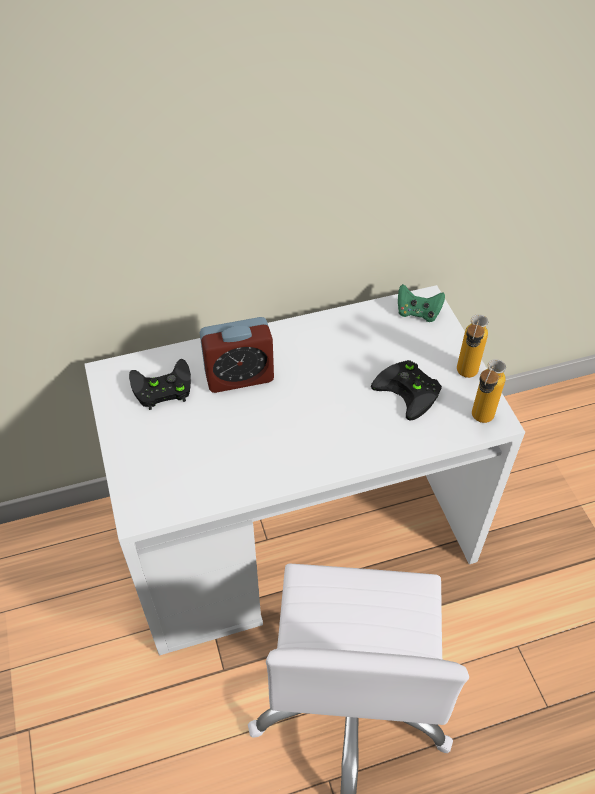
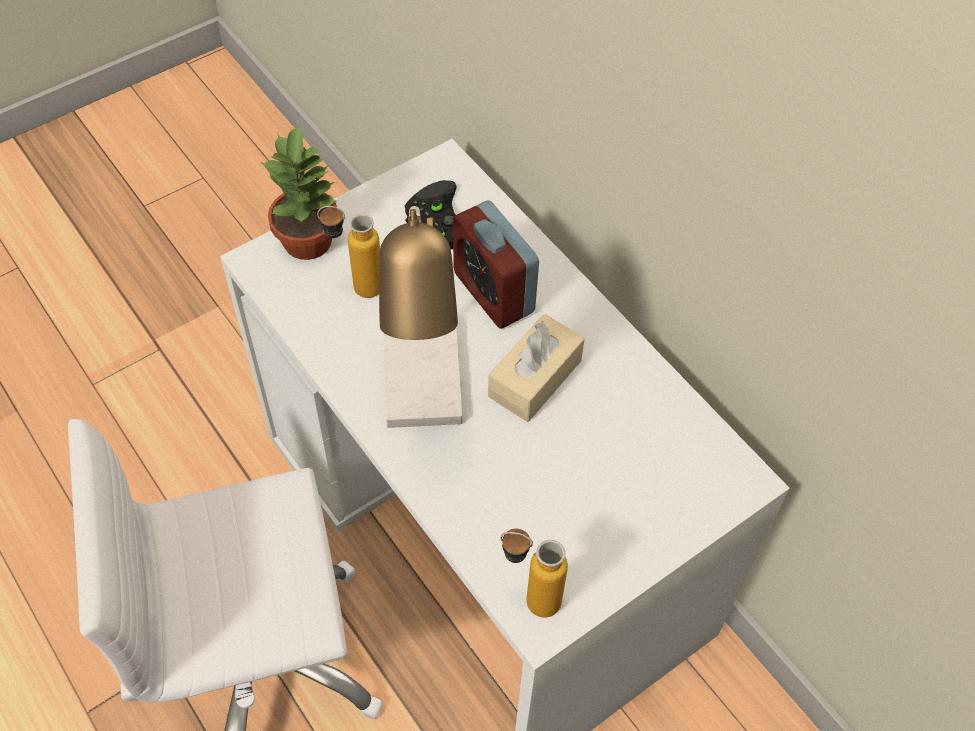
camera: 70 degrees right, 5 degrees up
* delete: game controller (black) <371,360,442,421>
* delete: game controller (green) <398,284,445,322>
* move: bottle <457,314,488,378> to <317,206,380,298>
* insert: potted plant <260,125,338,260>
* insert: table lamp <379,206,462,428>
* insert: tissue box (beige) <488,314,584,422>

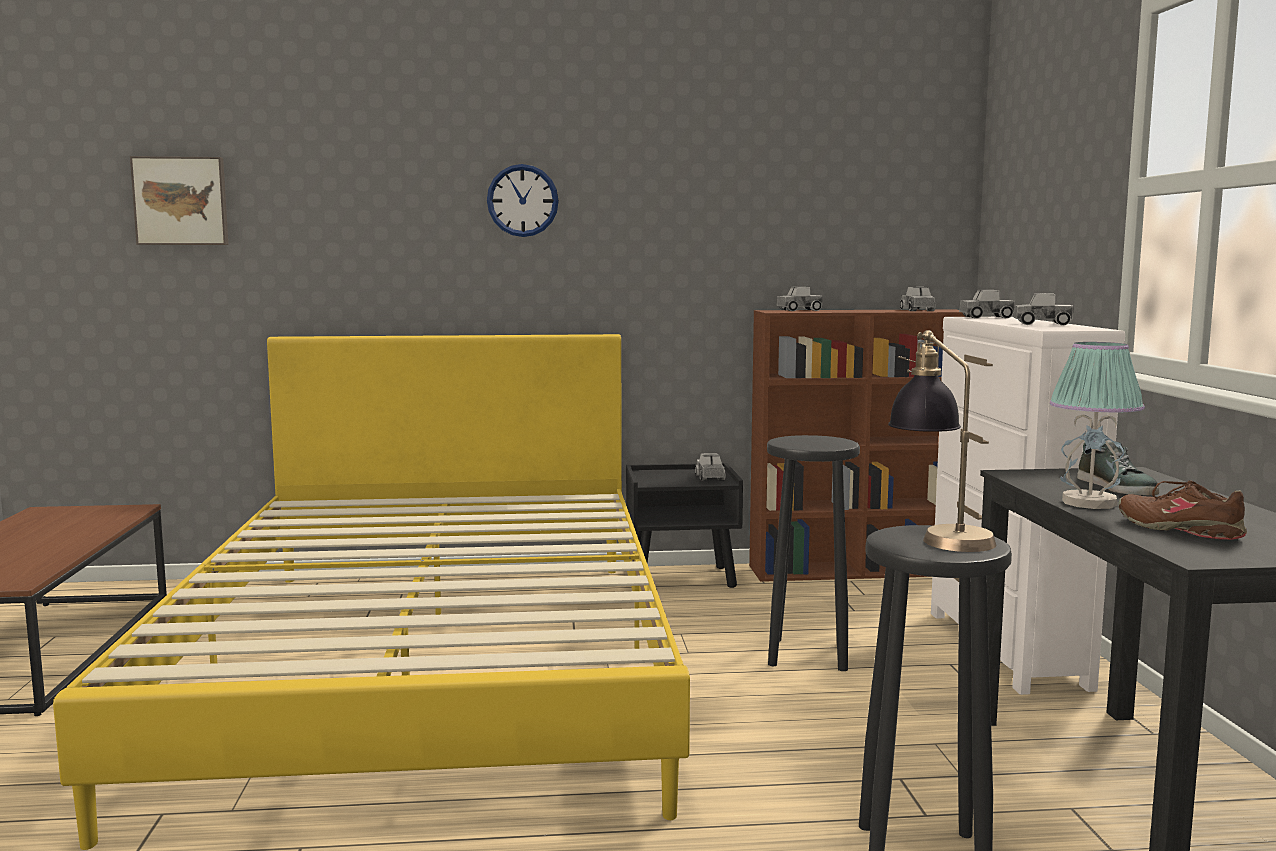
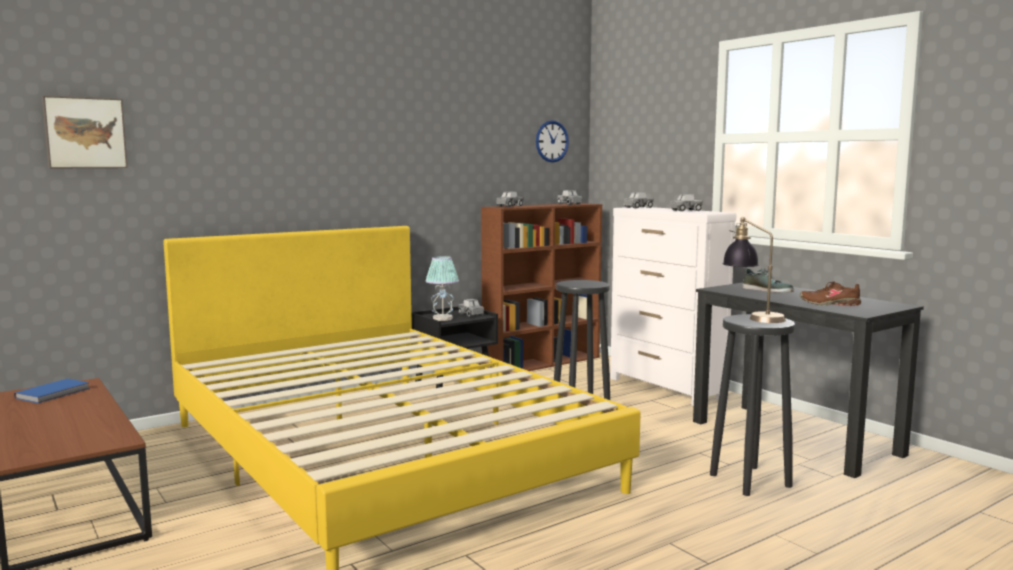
camera: 30 degrees left, 0 degrees up
* move: wall clock <487,164,559,237> to <536,120,569,162>
* move: table lamp <1049,342,1145,509> to <426,256,459,321>
* insert: book (blue) <14,379,90,404>

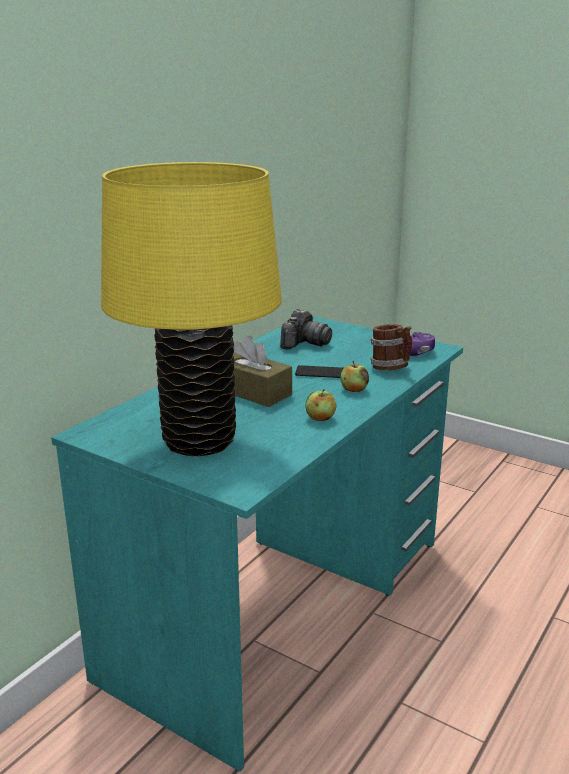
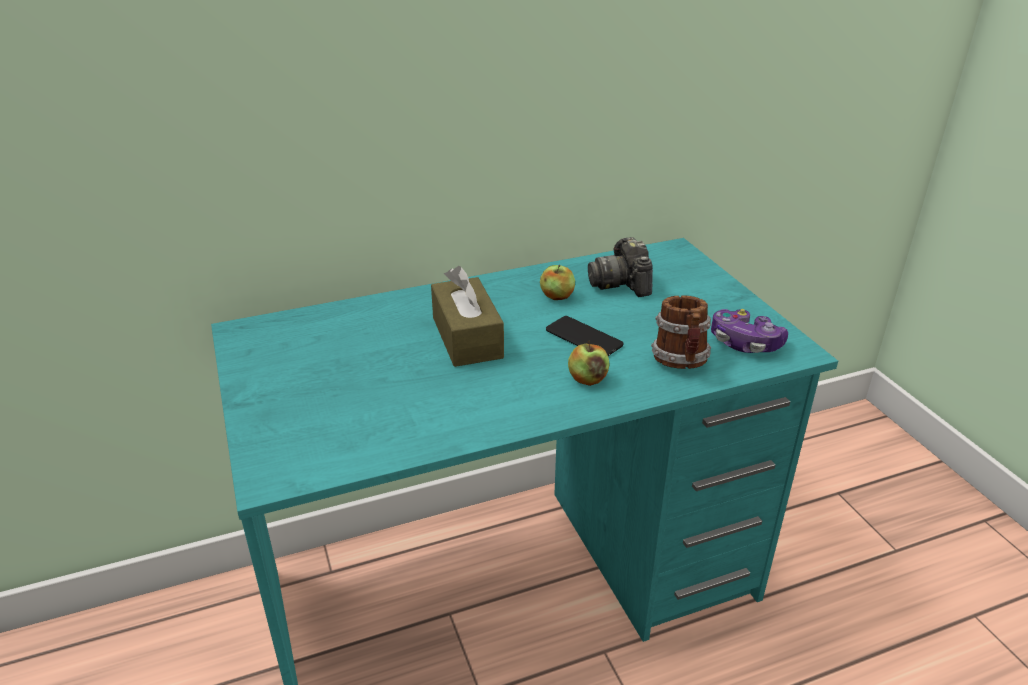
camera: 35 degrees right, 10 degrees up
* delete: table lamp (yellow) <101,162,282,457>
* rotate: photo camera <280,309,332,349> = <588,237,653,297> 105 degrees clockwise
* move: apple <306,389,336,421> to <540,265,575,300>

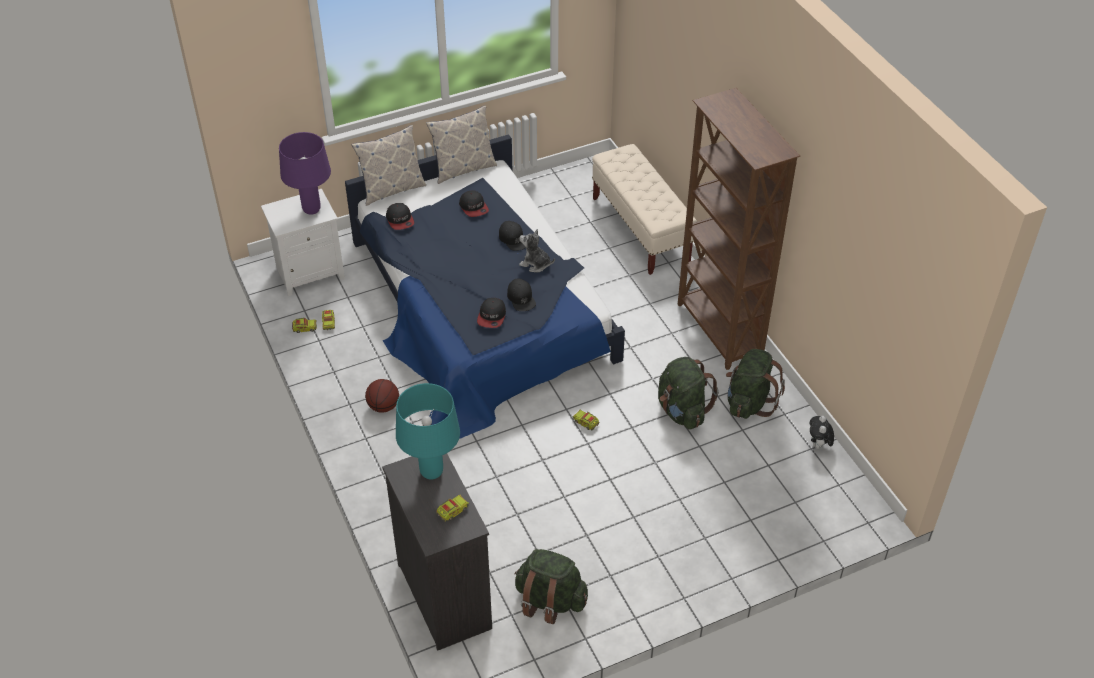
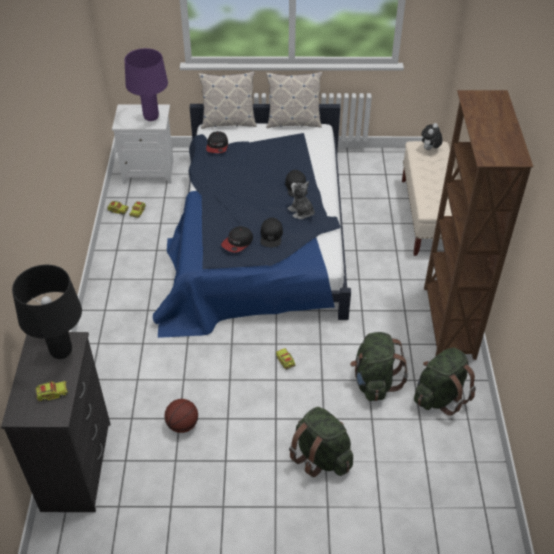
camera: 25 degrees right, 0 degrees up
* move: basketball <365,379,399,413> to <165,399,198,433>
* recolor: table lamp (turquoise) <396,383,460,480> to table lamp (black) <12,265,82,359>
* delete: cap <459,190,489,217>
* move: backpack (green) <515,549,588,624> to <289,407,353,477>
* move: plush toy <810,416,834,450> to <422,123,443,150>

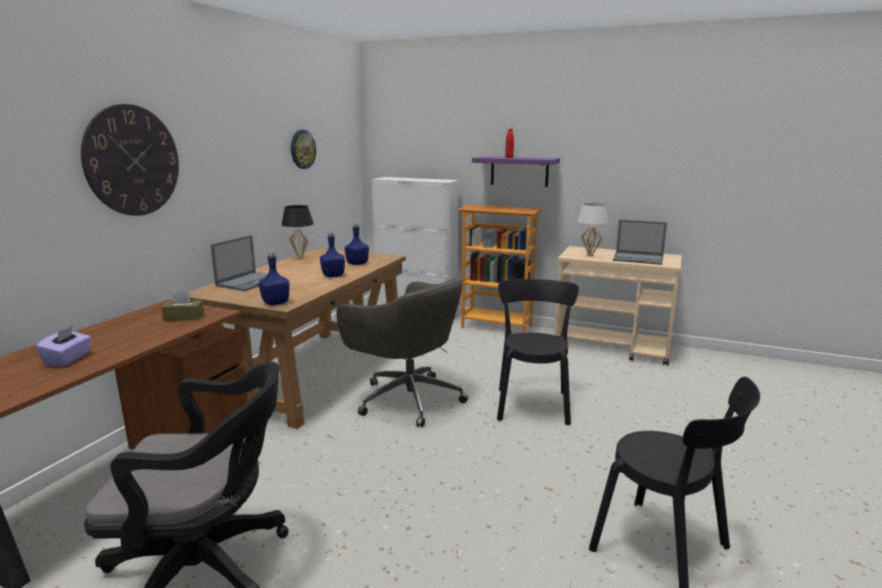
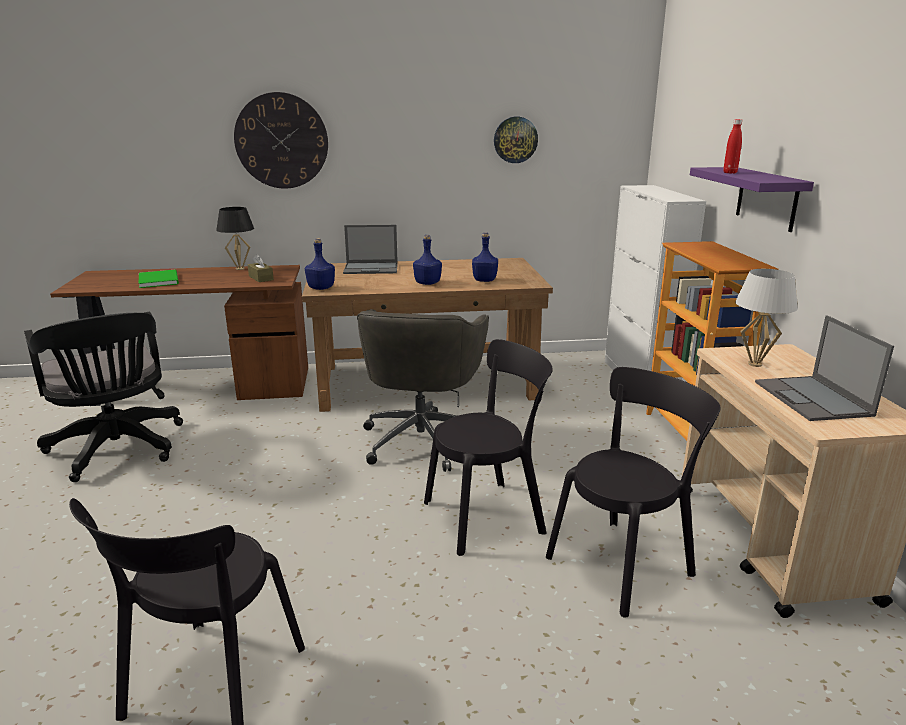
camera: 60 degrees right, 5 degrees up
* replace: tissue box (purple) <35,326,91,366> to book (green) <139,269,179,288>
* move: table lamp (black) <282,205,314,259> to <216,207,254,270>
* insert: chair (black) <546,367,721,618>

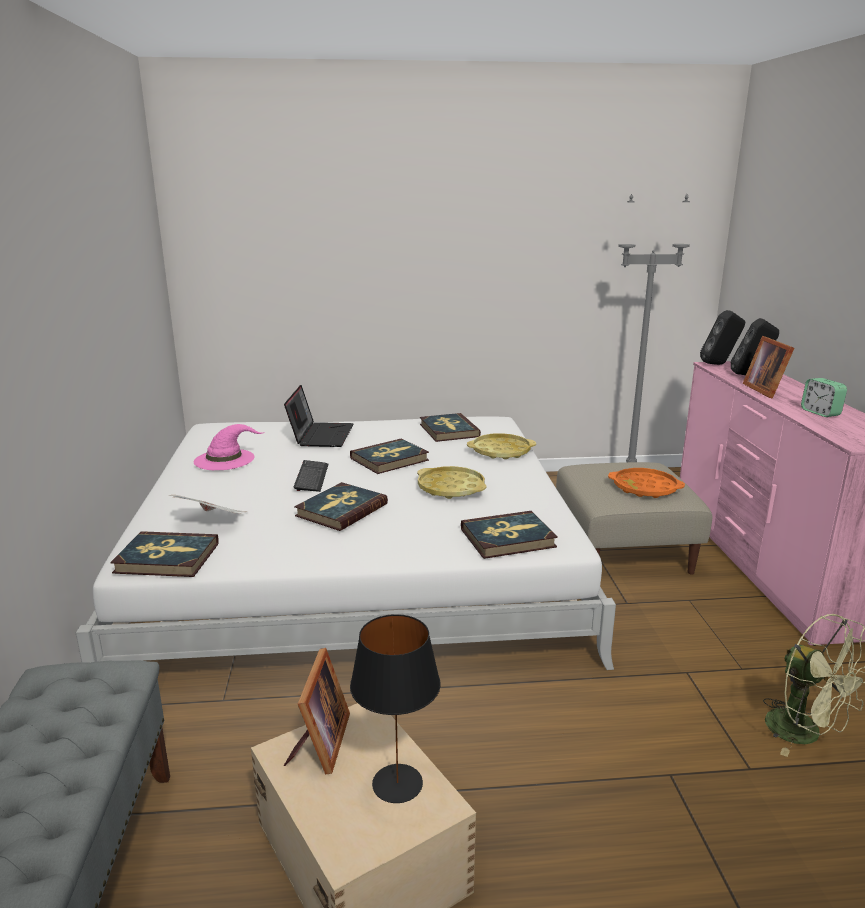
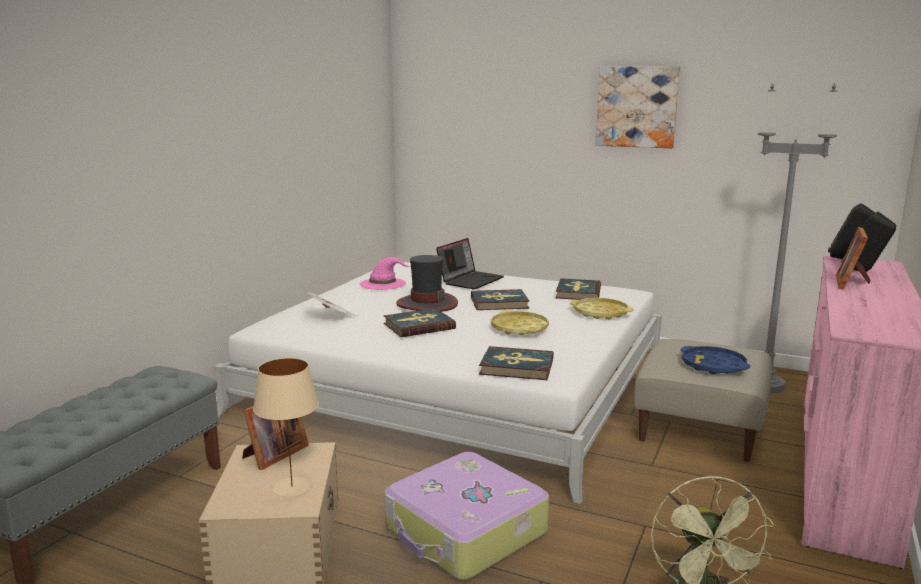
camera: 30 degrees right, 5 degrees down
* delete: book <110,531,219,577>
* replace: keyboard <294,460,328,492> to hat <396,255,458,312>
* recolor: table lamp (black) <350,614,441,803> to table lamp (beige) <253,358,319,497>
* recolor: tray (orange) <608,468,685,498> to tray (blue) <681,346,750,375>
* delete: alarm clock <801,378,847,417>
* insert: suitcase <384,452,549,580>
* insert: picture <596,66,680,148>

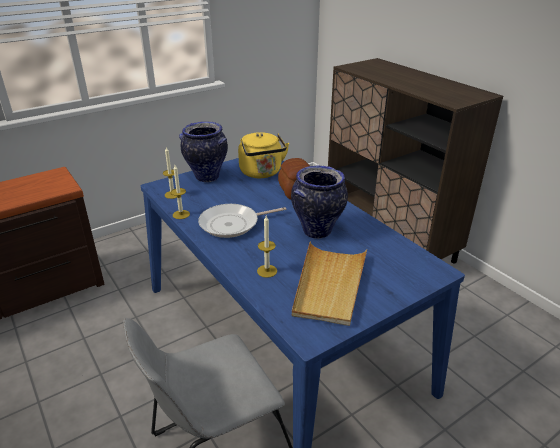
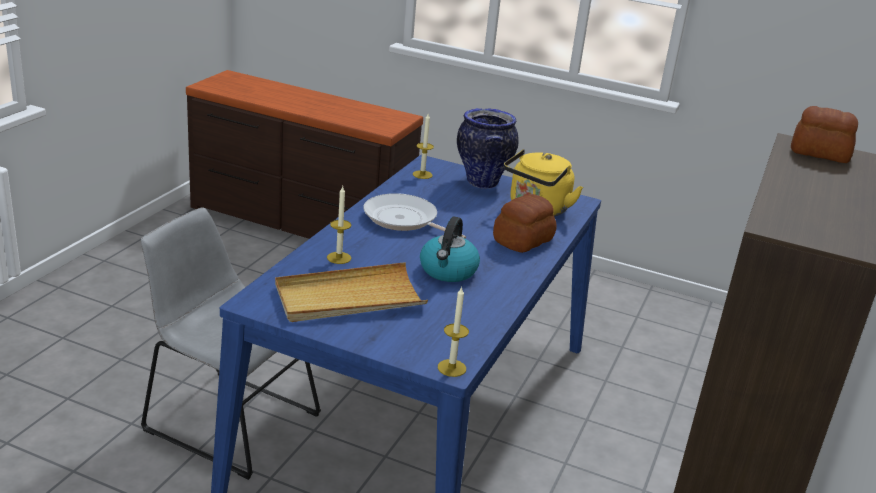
camera: 55 degrees right, 5 degrees down
* move: candle <171,165,190,219> to <438,287,469,377>
* replace: vase <291,165,348,239> to kettle <420,216,480,282>
* insert: bread <791,106,858,163>

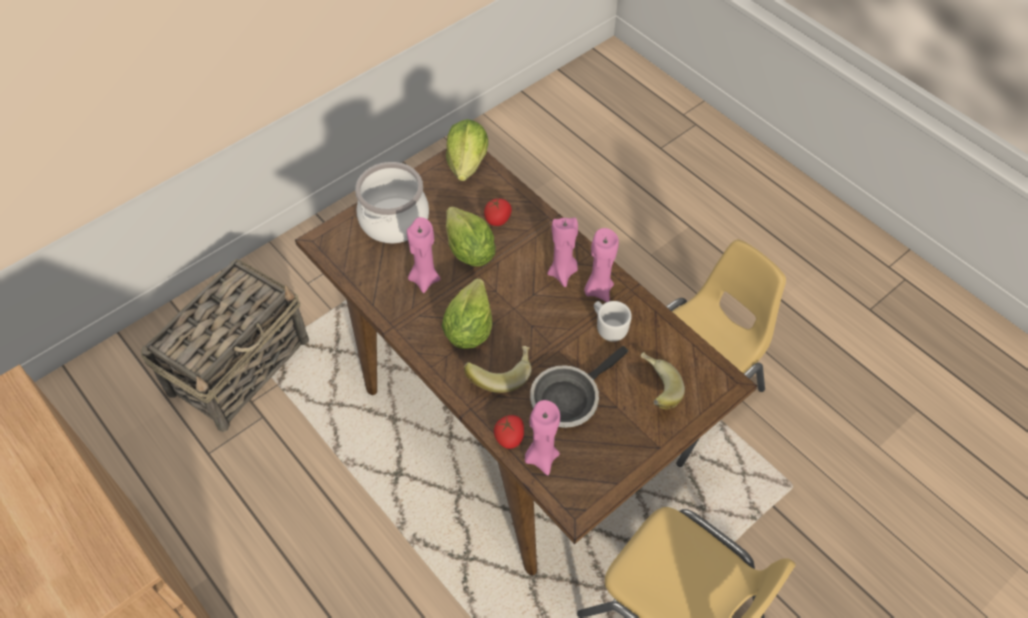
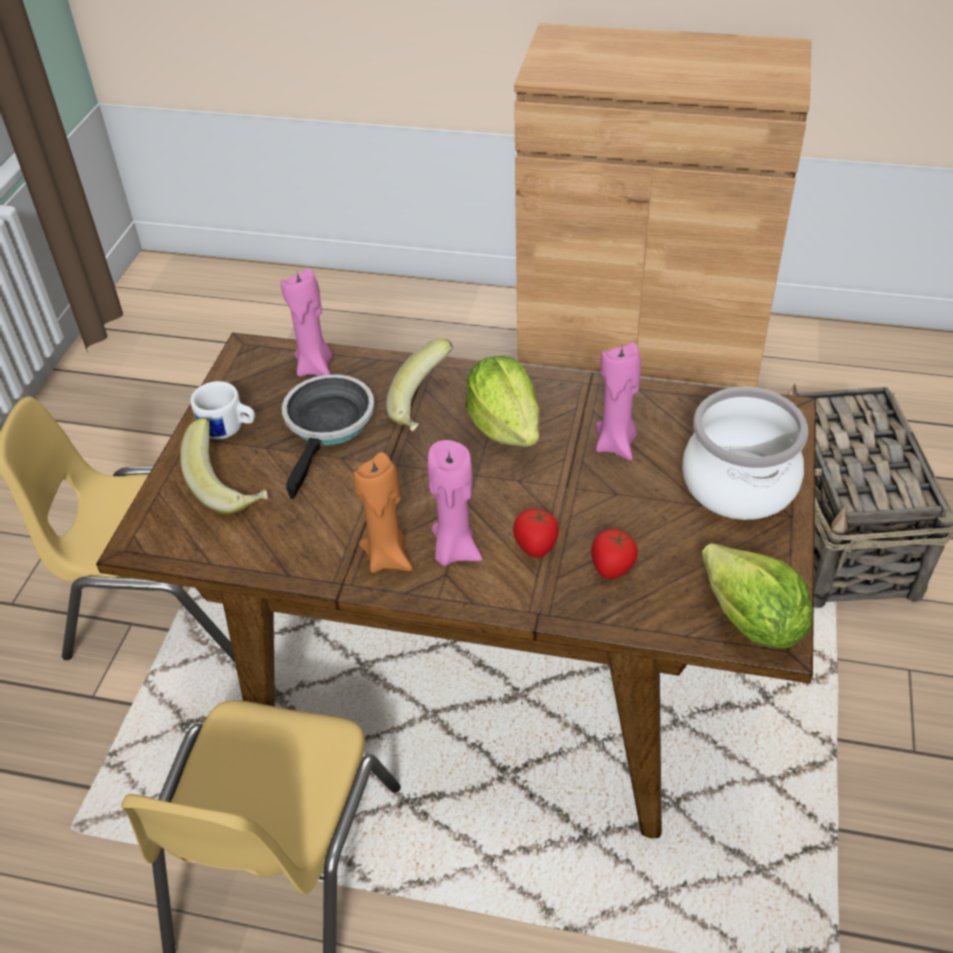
camera: 145 degrees right, 10 degrees down
* delete: lettuce <446,206,496,267>
* move: tomato <494,415,524,449> to <513,508,559,558>
* recolor: candle (pink) <584,228,619,302> to candle (orange) <353,452,413,573>
* move: mug (white) <594,301,632,342> to <190,381,255,439>

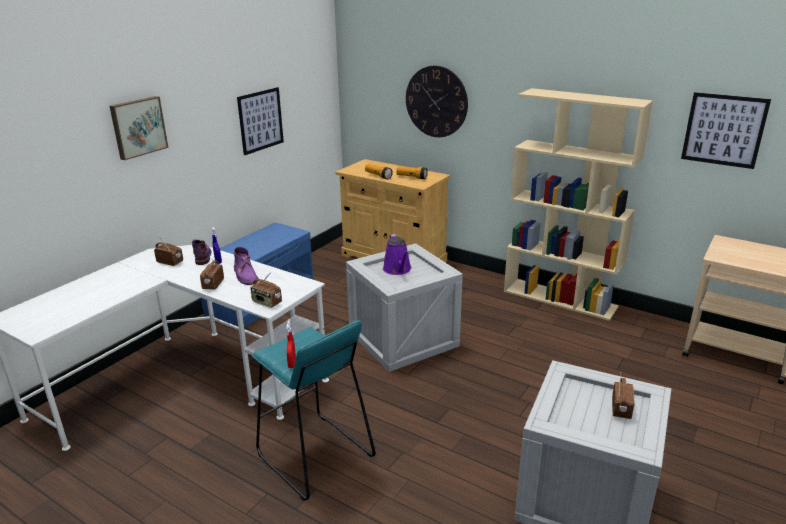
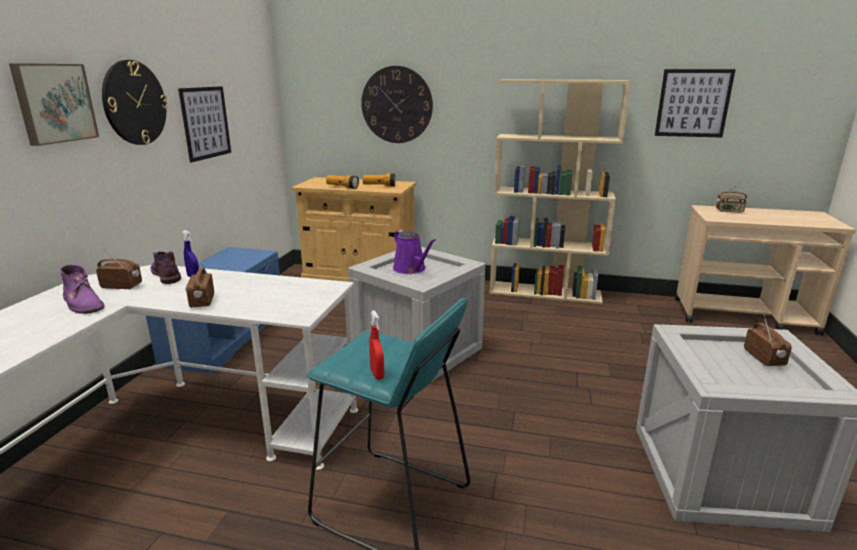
camera: 20 degrees left, 5 degrees down
* move: boot (purple) <234,247,259,285> to <60,265,105,314>
* move: radio <250,272,282,308> to <716,183,747,213>
* insert: wall clock <102,60,168,145>

